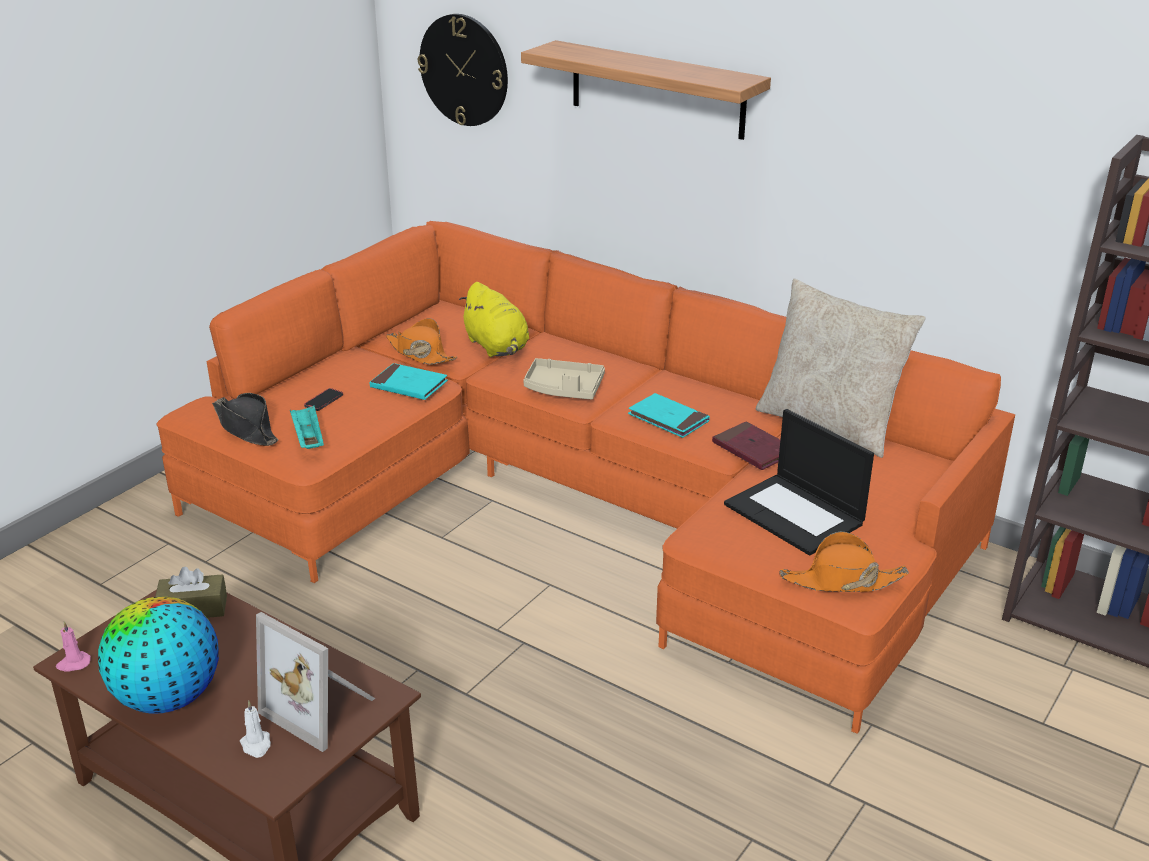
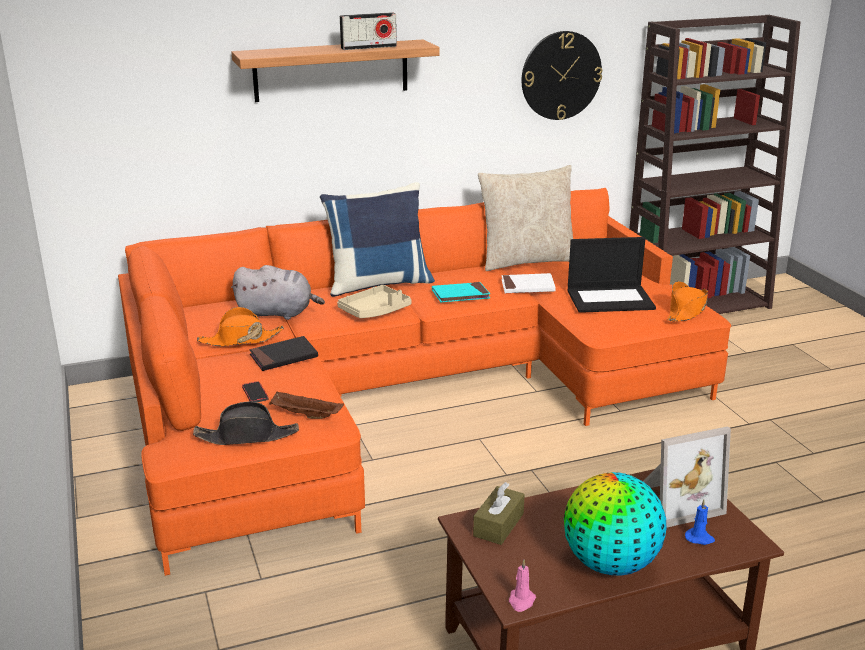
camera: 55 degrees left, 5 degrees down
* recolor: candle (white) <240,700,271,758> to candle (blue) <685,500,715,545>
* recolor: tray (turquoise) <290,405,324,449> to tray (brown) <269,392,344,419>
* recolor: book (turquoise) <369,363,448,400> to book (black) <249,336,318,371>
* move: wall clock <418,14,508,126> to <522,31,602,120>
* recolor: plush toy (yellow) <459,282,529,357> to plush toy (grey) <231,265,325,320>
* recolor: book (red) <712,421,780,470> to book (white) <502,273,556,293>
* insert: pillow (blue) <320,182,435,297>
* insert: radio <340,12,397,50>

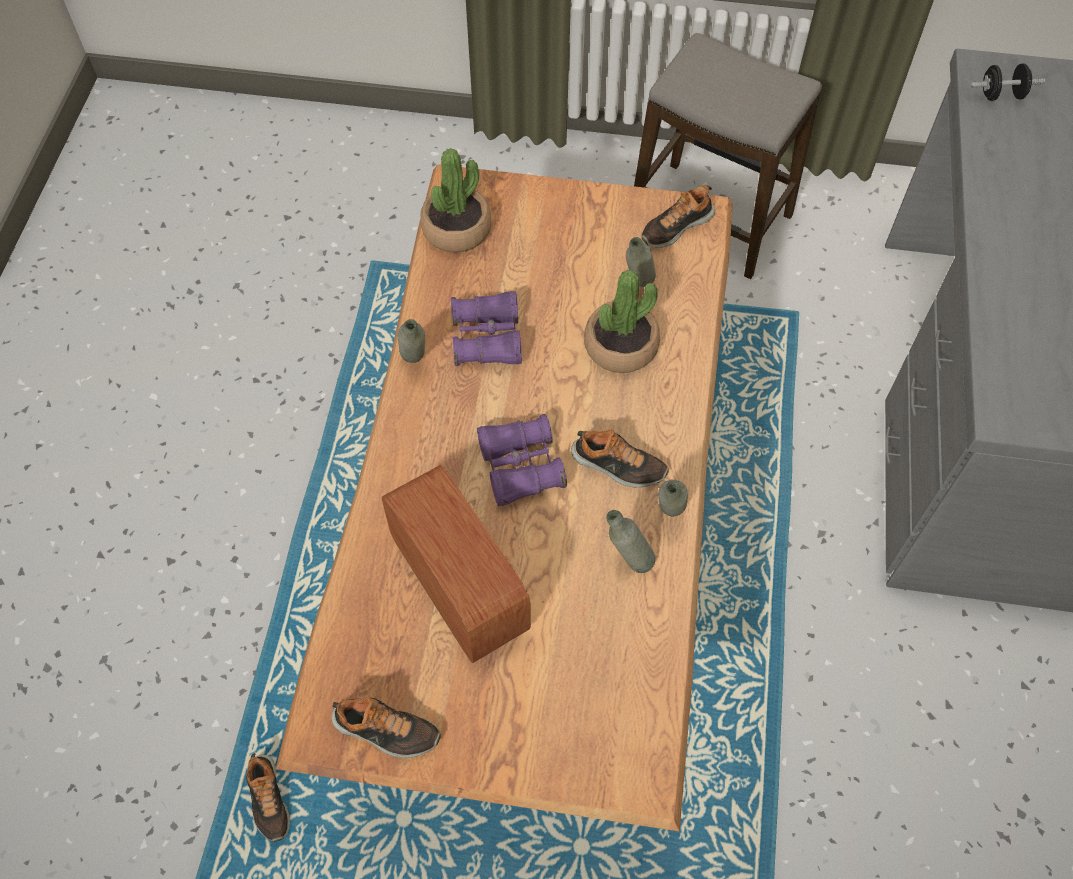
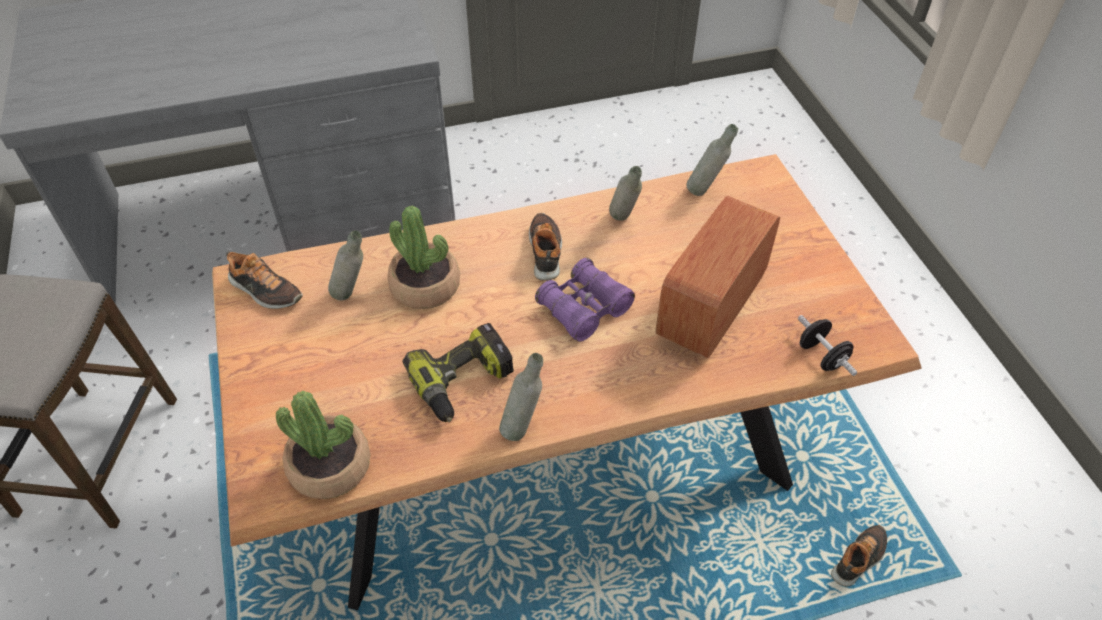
camera: 115 degrees left, 10 degrees down
* delete: shoe <331,698,441,758>
* replace: binoculars (purple) <451,291,522,366> to power drill <402,323,514,422>
* move: bottle (grey) <658,480,688,517> to <686,124,738,196>
* move: dumbbell (black) <970,63,1045,101> to <798,315,857,376>

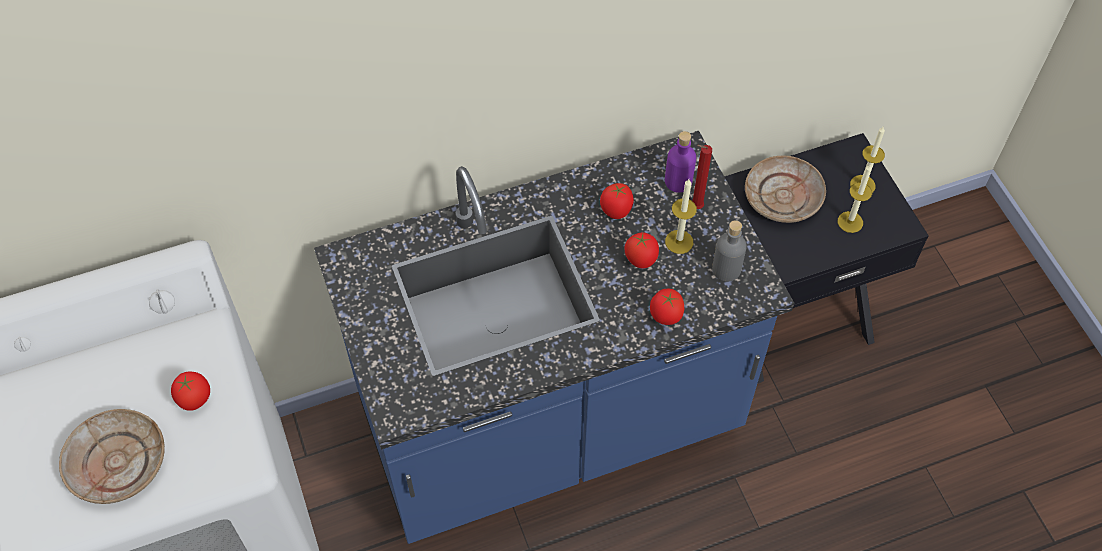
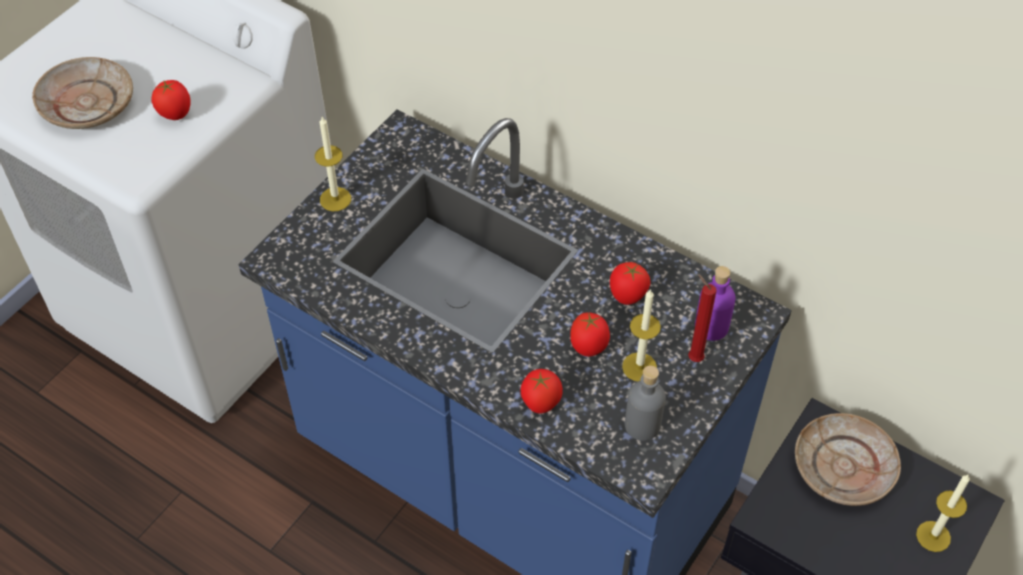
camera: 55 degrees right, 5 degrees down
* move: candle <838,164,872,233> to <315,117,351,211>

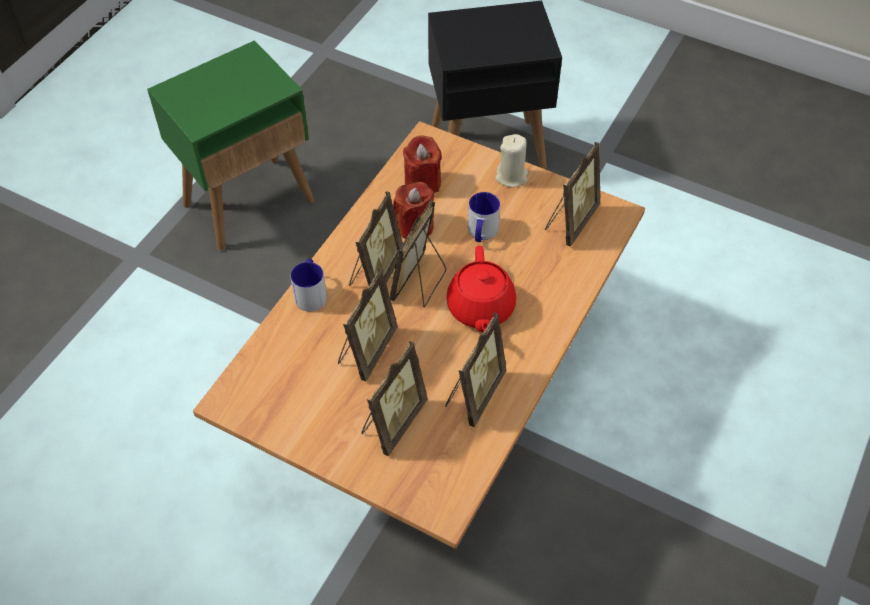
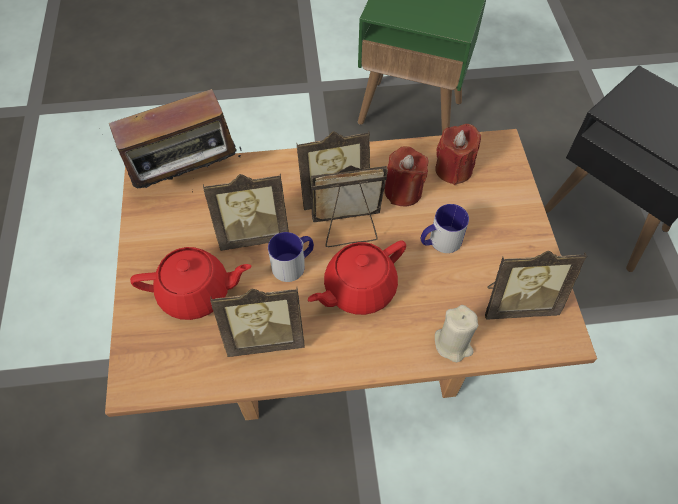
camera: 55 degrees right, 5 degrees up
* move: mug <290,259,327,312> to <268,232,314,282>
* replace: picture frame <361,341,428,456> to teapot (red) <130,247,252,320>
* move: candle (beige) <495,134,528,187> to <435,305,478,362>
* insert: radio <109,89,243,196>

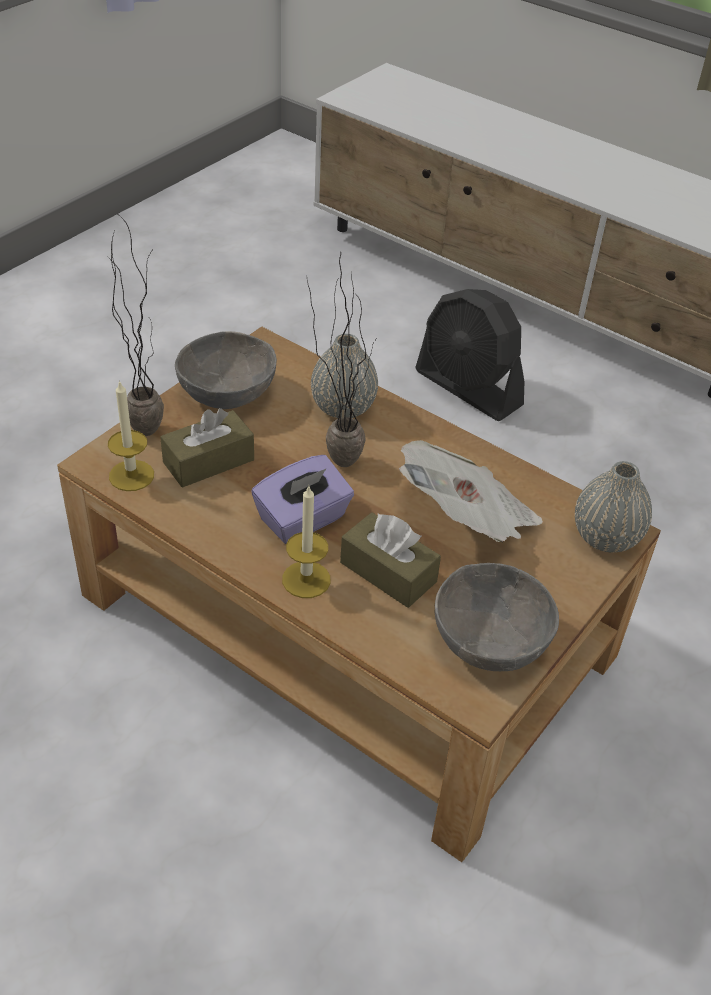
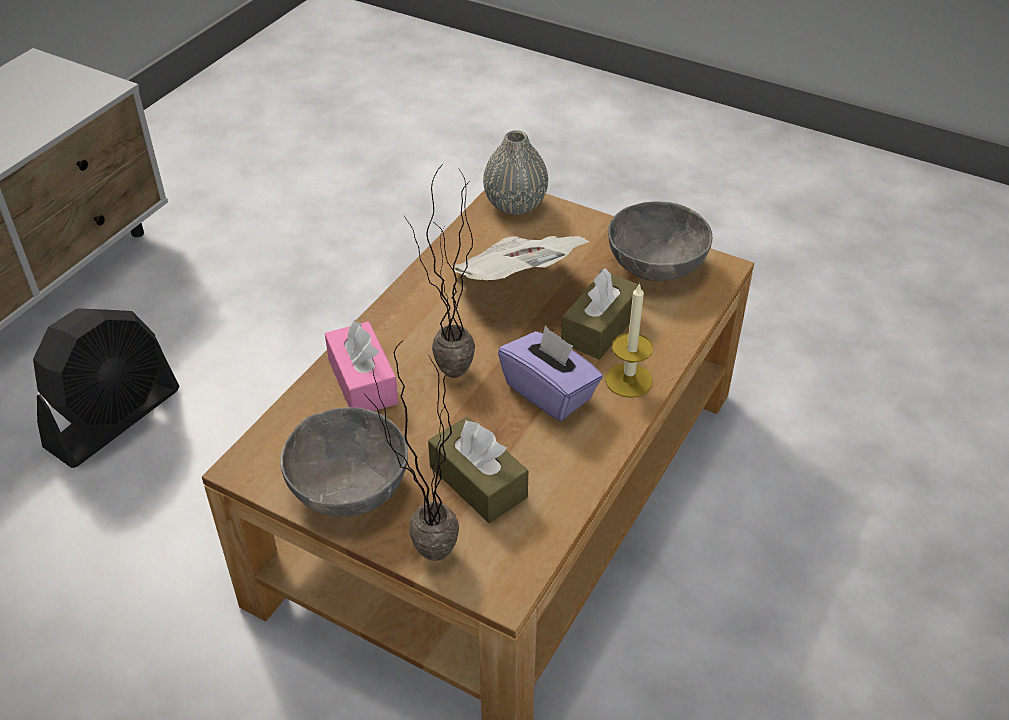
camera: 95 degrees left, 0 degrees up
* delete: candle <108,380,154,491>
* replace: vase (grey) <311,334,378,418> to tissue box (pink) <325,319,398,411>

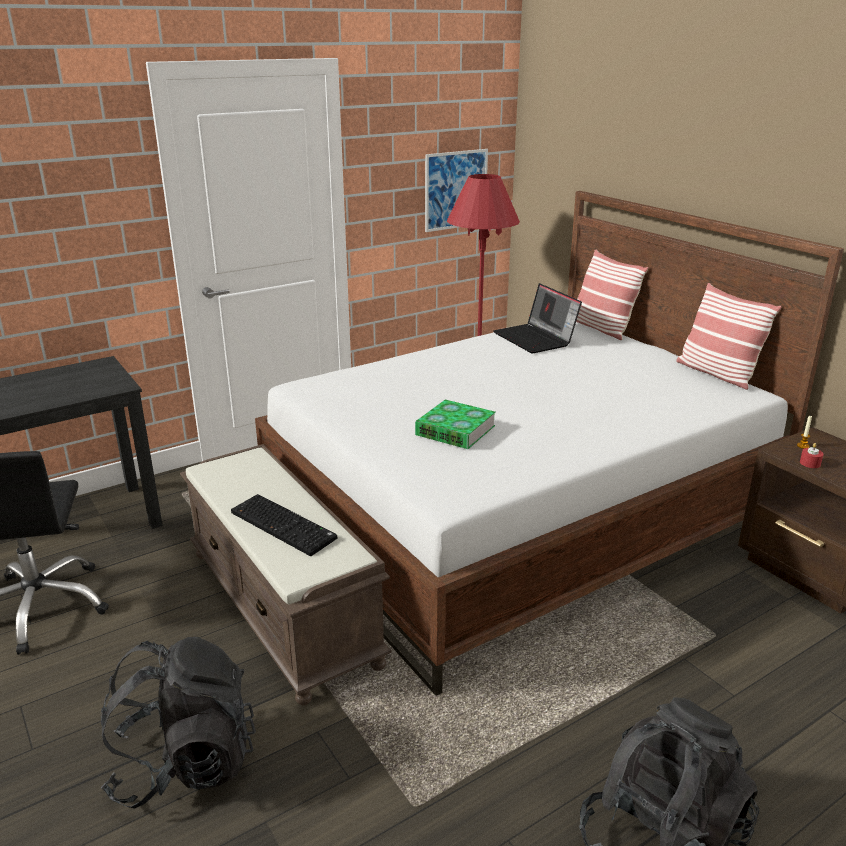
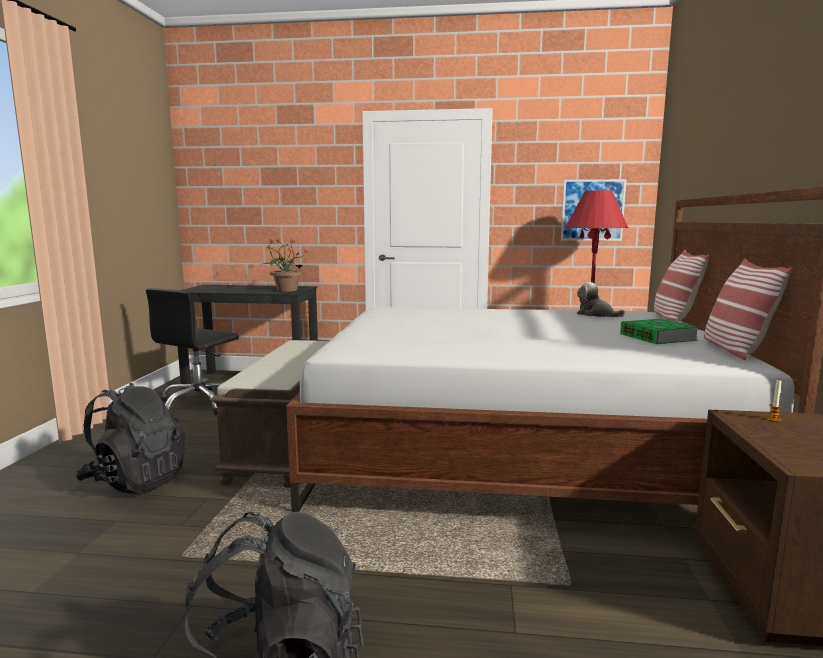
camera: 40 degrees right, 15 degrees down
* delete: keyboard <231,494,337,556>
* move: book <415,400,495,449> to <620,318,699,344>
* replace: laptop <493,283,582,353> to plush toy <577,282,625,317>
* delete: candle (red) <800,443,824,468>
* insert: potted plant <263,238,307,292>

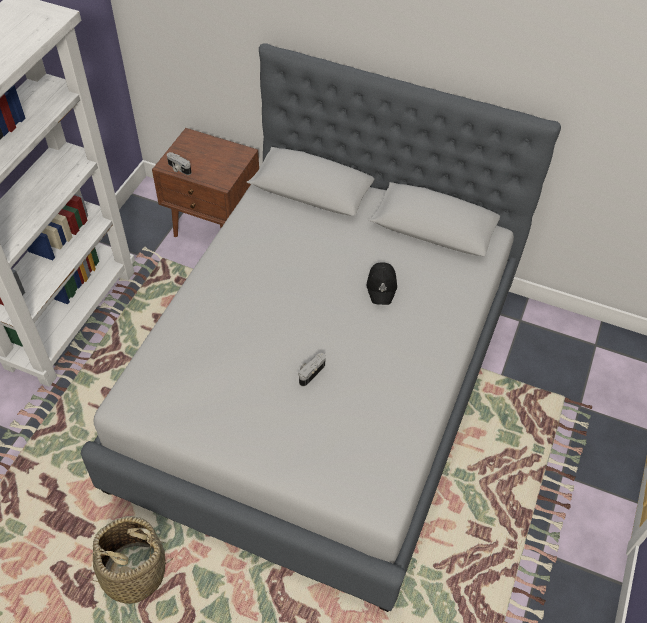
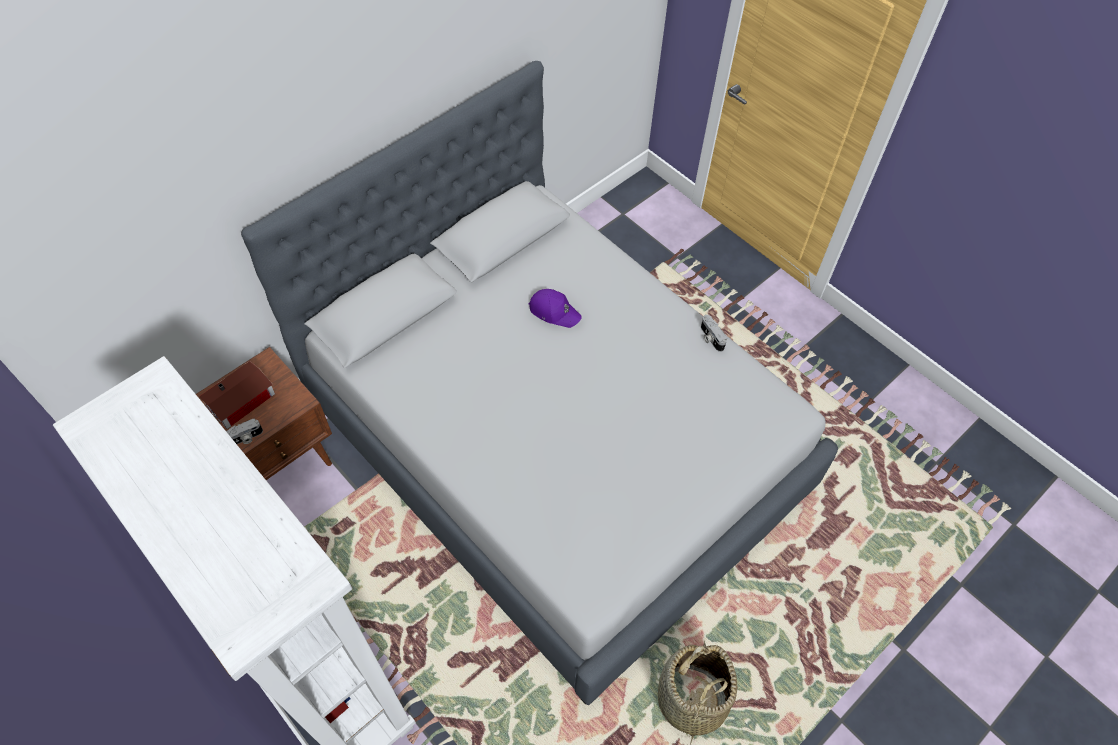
camera: 65 degrees left, 5 degrees up
* move: photo camera <298,353,326,386> to <701,315,727,352>
* recolor: cap (black) <367,262,397,305> to cap (purple) <529,289,582,328>
* insert: toy house <199,361,275,429>

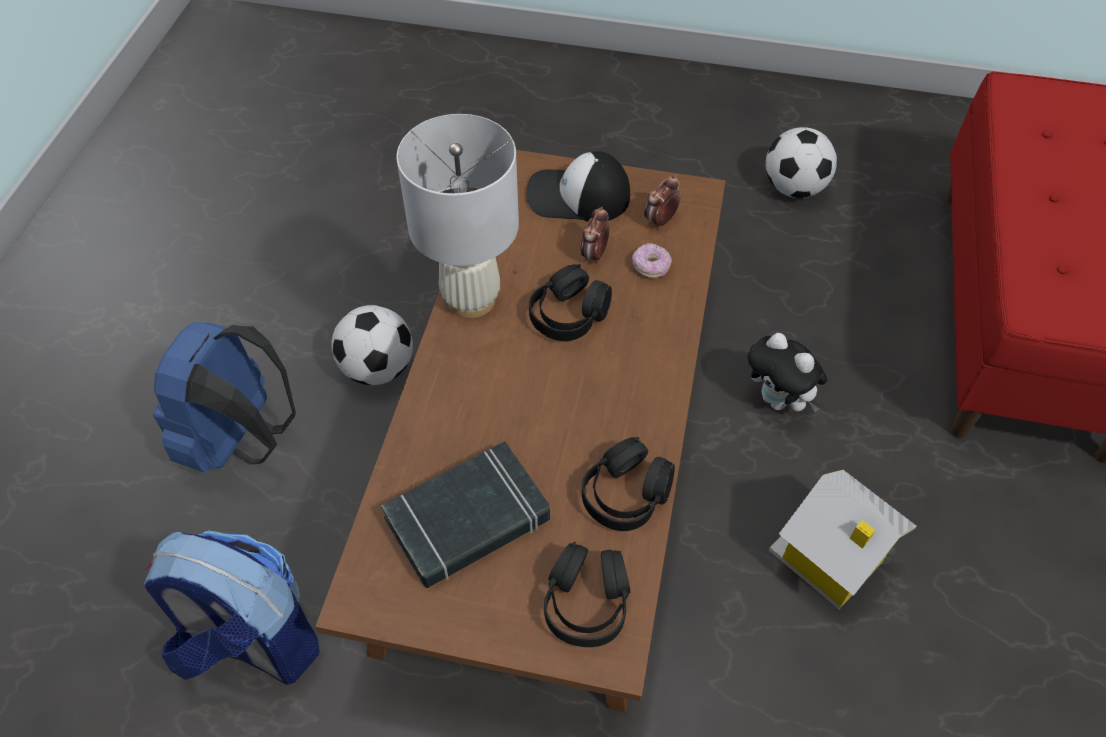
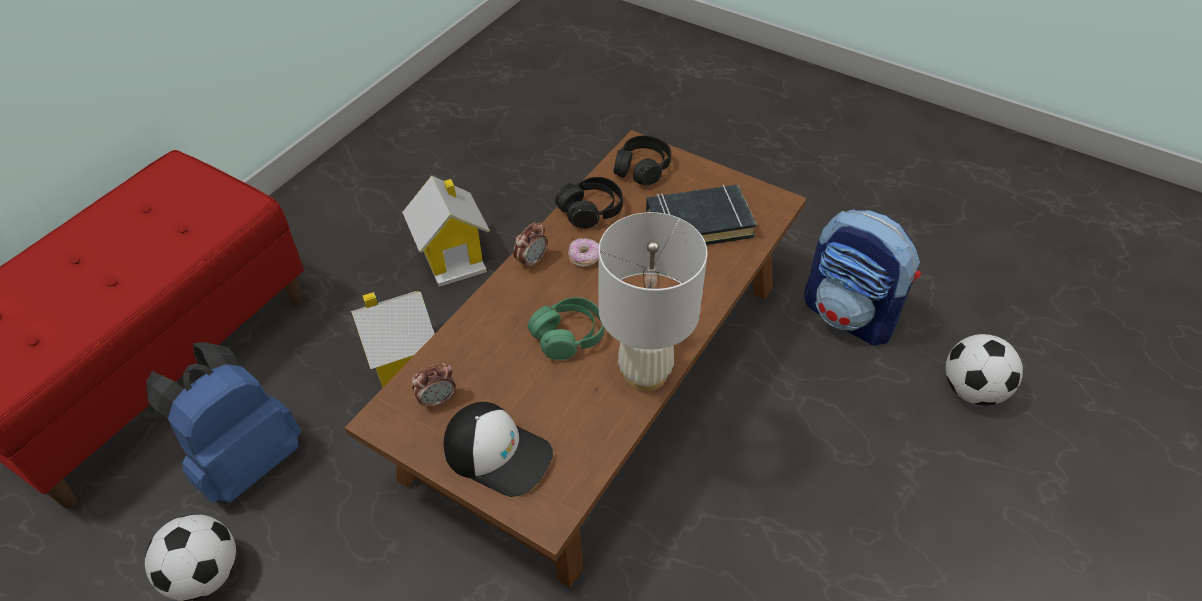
camera: 160 degrees left, 5 degrees down
* move: backpack (blue) <153,322,296,472> to <146,342,301,503>
* move: football <331,305,413,385> to <946,334,1023,405>
* recolor: headphones (black) <529,264,612,341> to headphones (green) <527,297,604,360>
* move: alarm clock <580,207,610,264> to <513,222,547,270>
* move: donut <632,243,672,278> to <568,238,599,267>
* replace: plush toy <747,333,827,412> to toy house <351,291,435,388>

